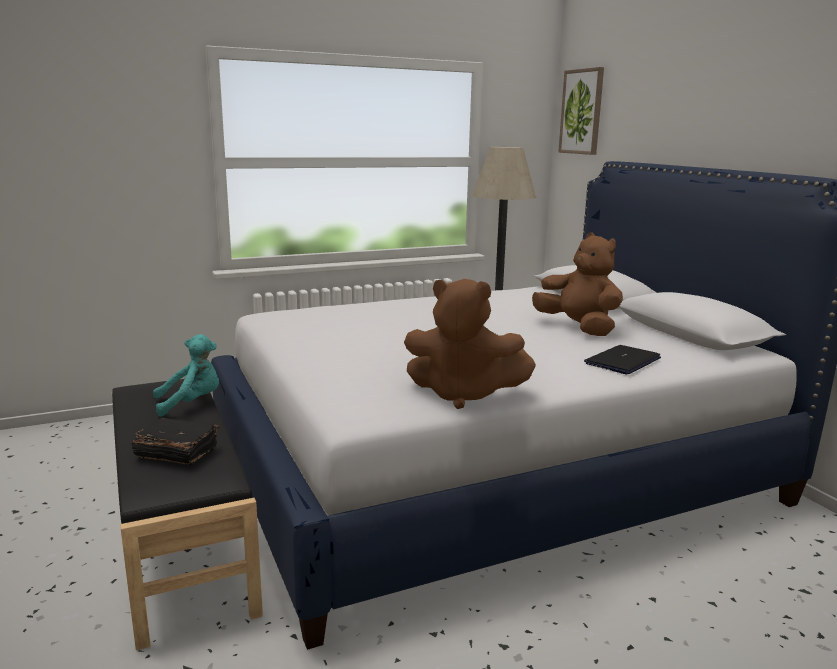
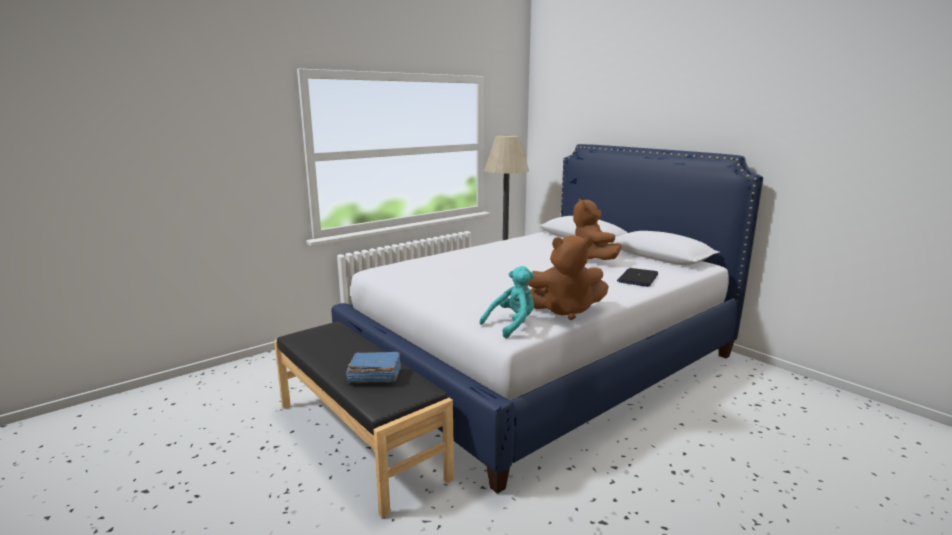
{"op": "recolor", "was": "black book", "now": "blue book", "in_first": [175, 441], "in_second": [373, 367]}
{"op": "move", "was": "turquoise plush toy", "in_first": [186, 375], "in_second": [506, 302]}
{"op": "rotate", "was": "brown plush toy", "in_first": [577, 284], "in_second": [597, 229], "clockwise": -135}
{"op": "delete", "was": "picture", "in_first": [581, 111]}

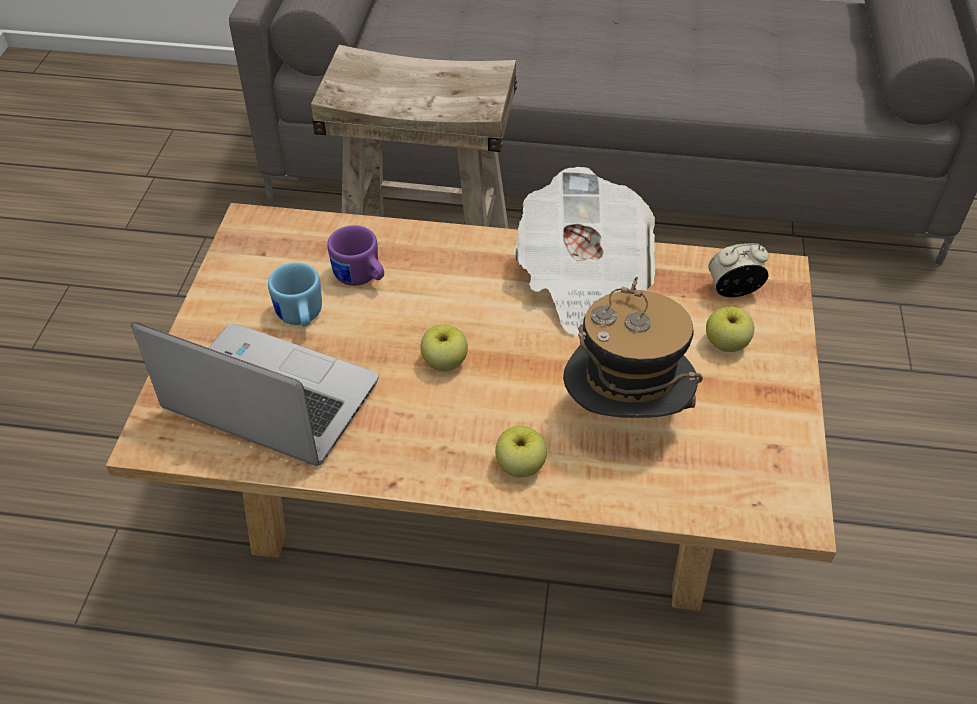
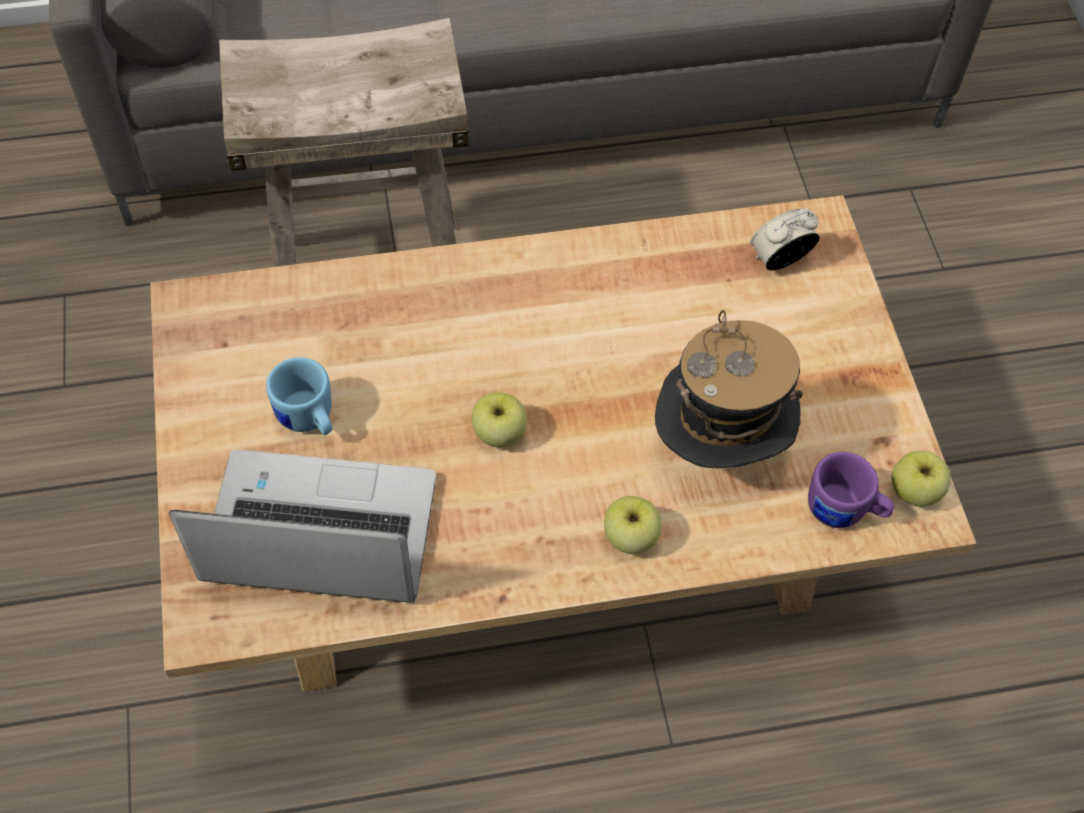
{"op": "move", "was": "purple mug", "in_first": [355, 255], "in_second": [851, 490]}
{"op": "delete", "was": "newspaper", "in_first": [584, 251]}
{"op": "move", "was": "apple", "in_first": [730, 329], "in_second": [921, 479]}

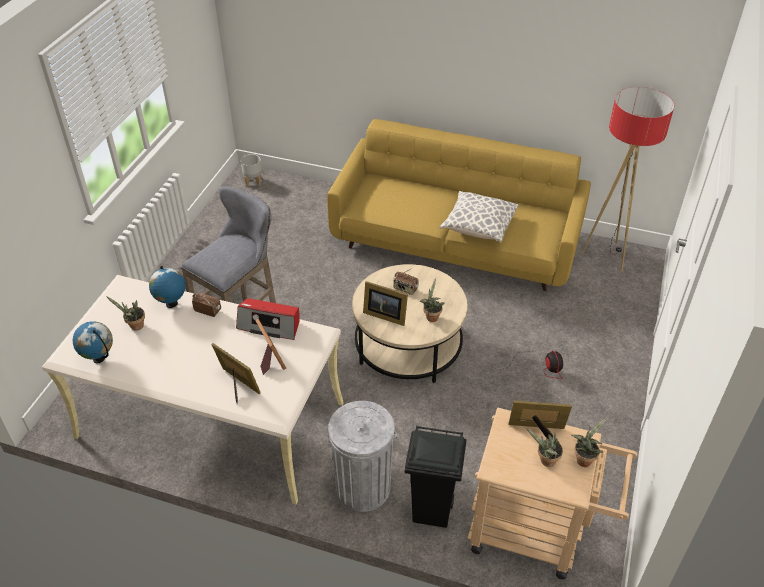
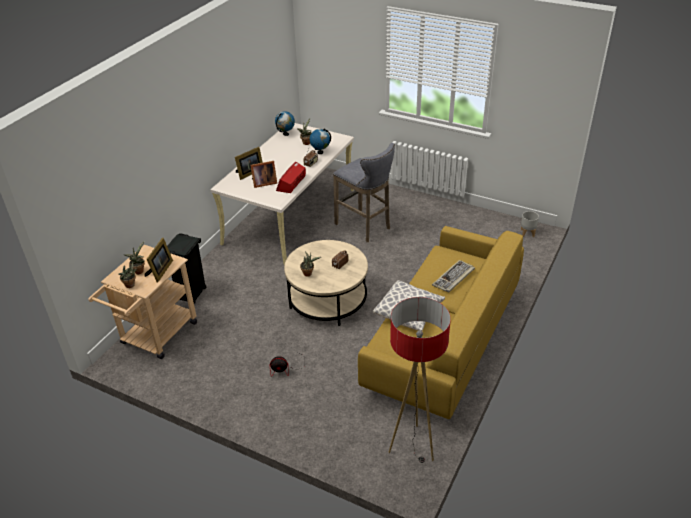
{"op": "delete", "was": "grey trash can", "in_first": [362, 456]}
{"op": "delete", "was": "picture frame", "in_first": [385, 303]}
{"op": "insert", "now": "keyboard", "in_second": [453, 276]}

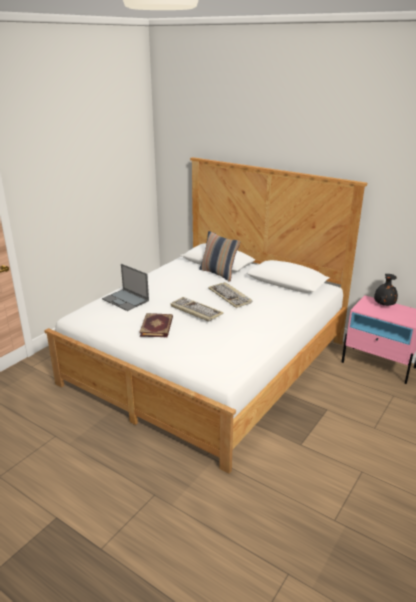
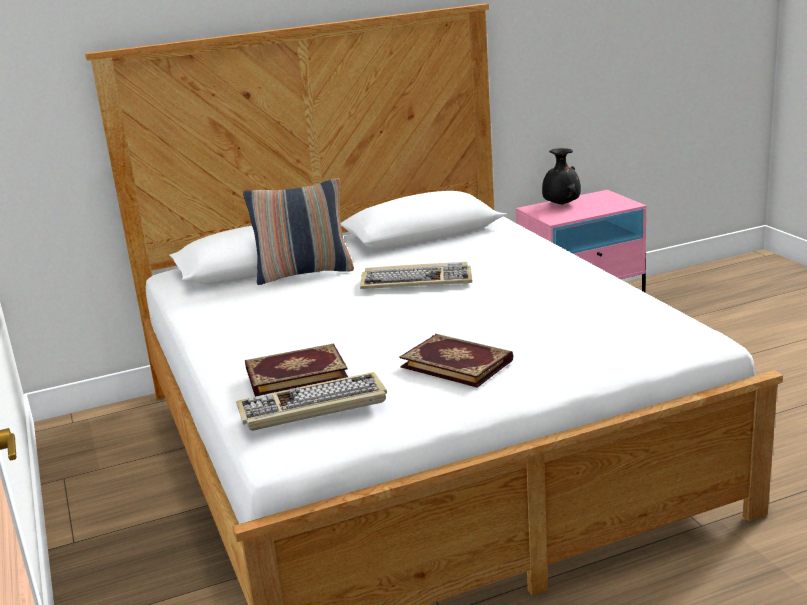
{"op": "replace", "was": "laptop", "now": "book", "in_first": [125, 287], "in_second": [296, 370]}
{"op": "move", "was": "keyboard", "in_first": [197, 309], "in_second": [311, 401]}

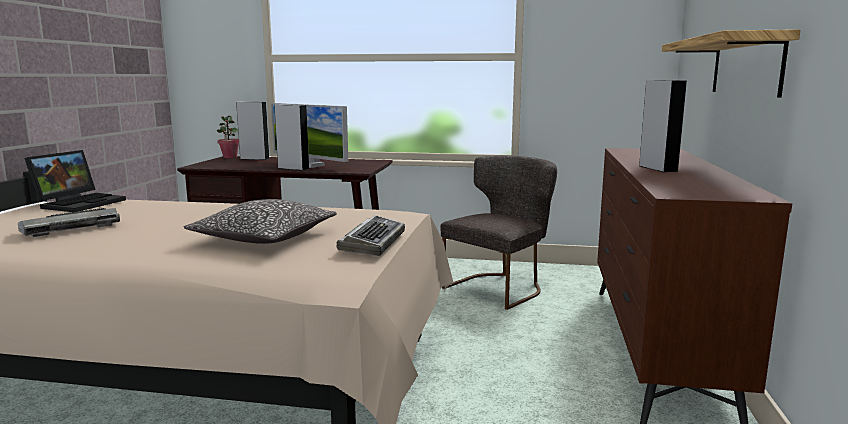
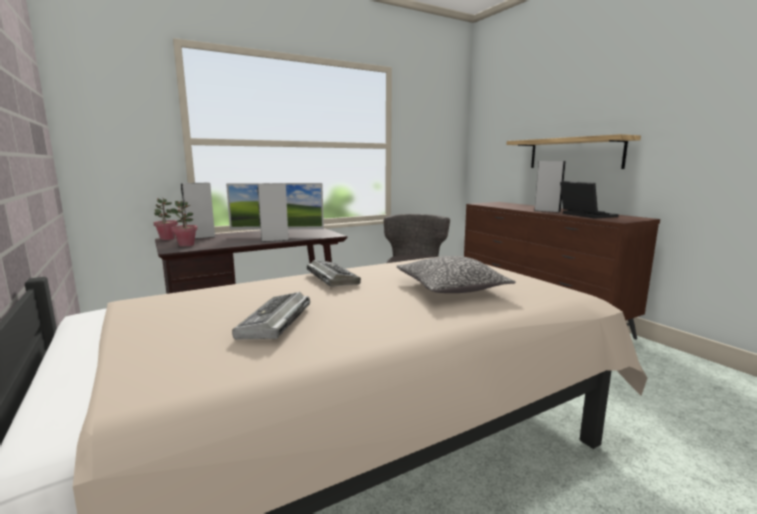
{"op": "move", "was": "laptop", "in_first": [75, 181], "in_second": [589, 200]}
{"op": "move", "was": "keyboard", "in_first": [370, 235], "in_second": [334, 273]}
{"op": "insert", "now": "potted plant", "in_second": [183, 223]}

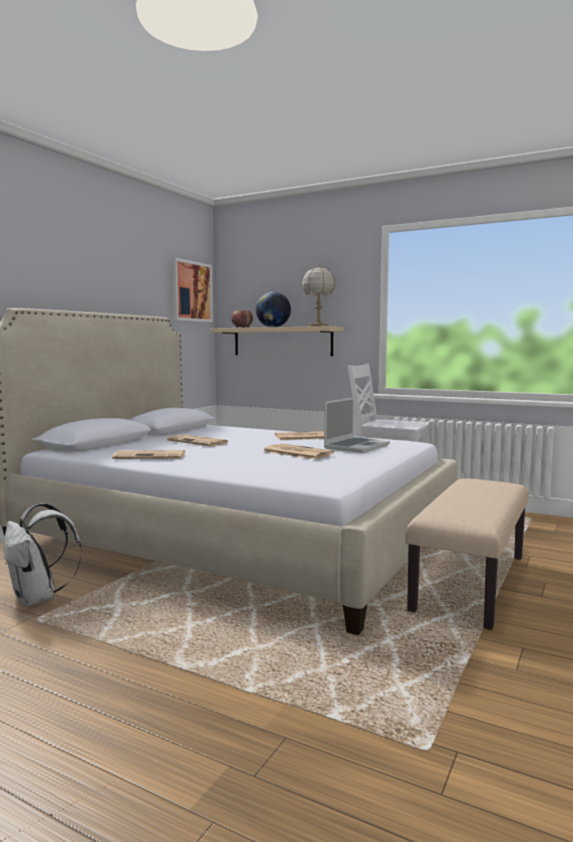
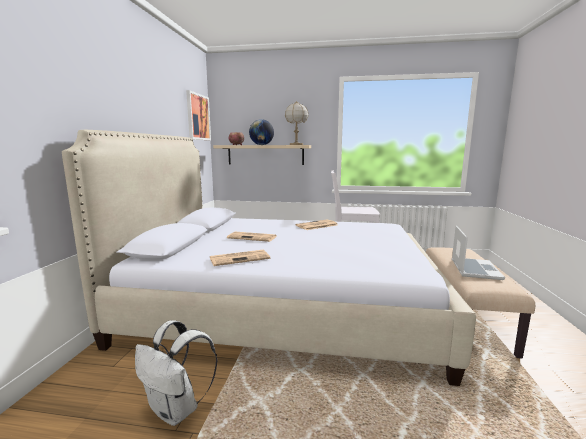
{"op": "delete", "was": "newspaper", "in_first": [298, 451]}
{"op": "move", "was": "laptop", "in_first": [357, 425], "in_second": [478, 253]}

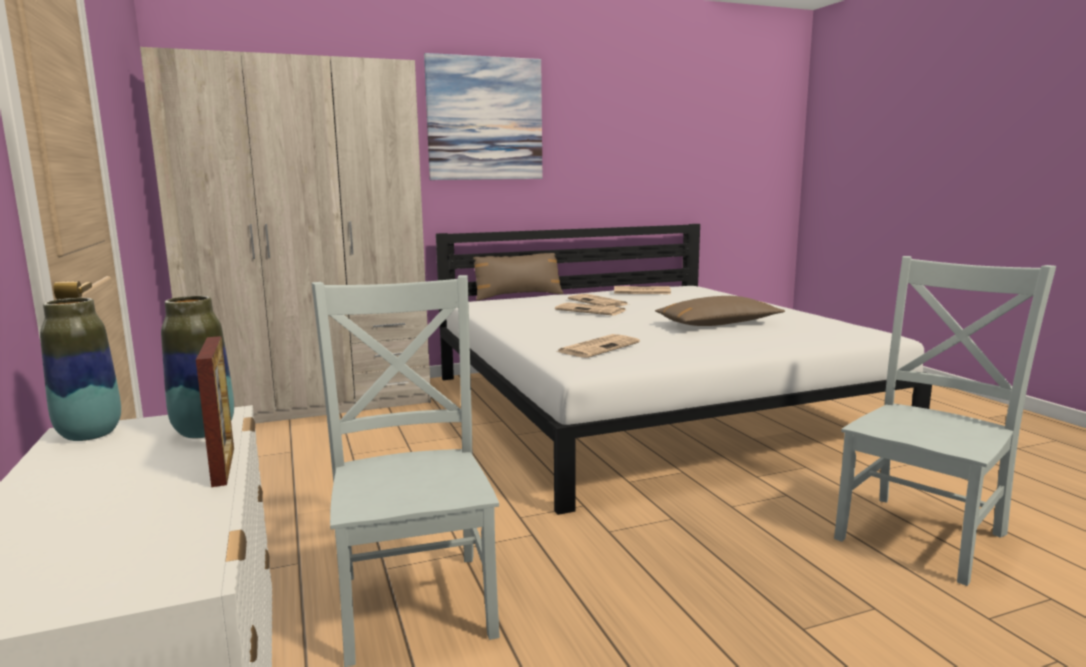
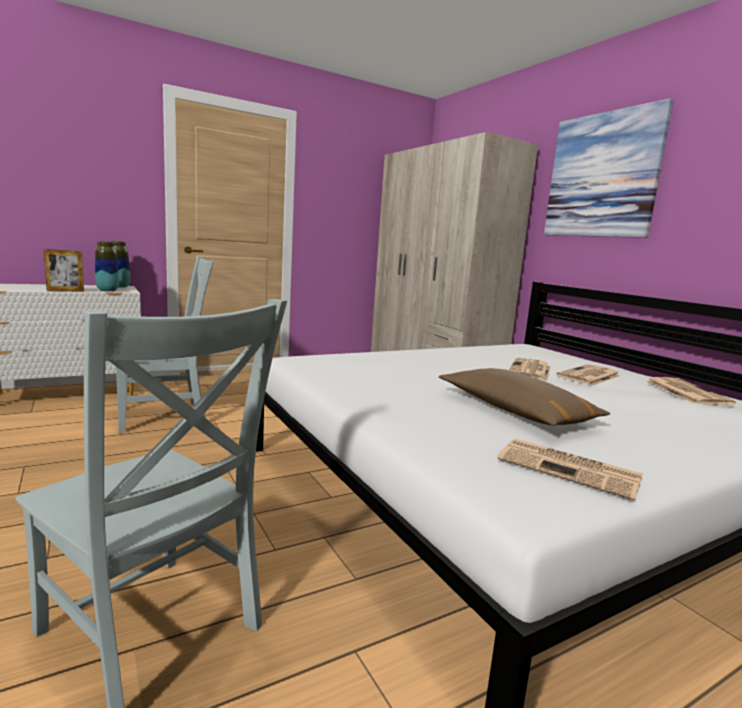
{"op": "delete", "was": "brown pillow", "in_first": [518, 277]}
{"op": "move", "was": "newspaper", "in_first": [598, 346], "in_second": [570, 469]}

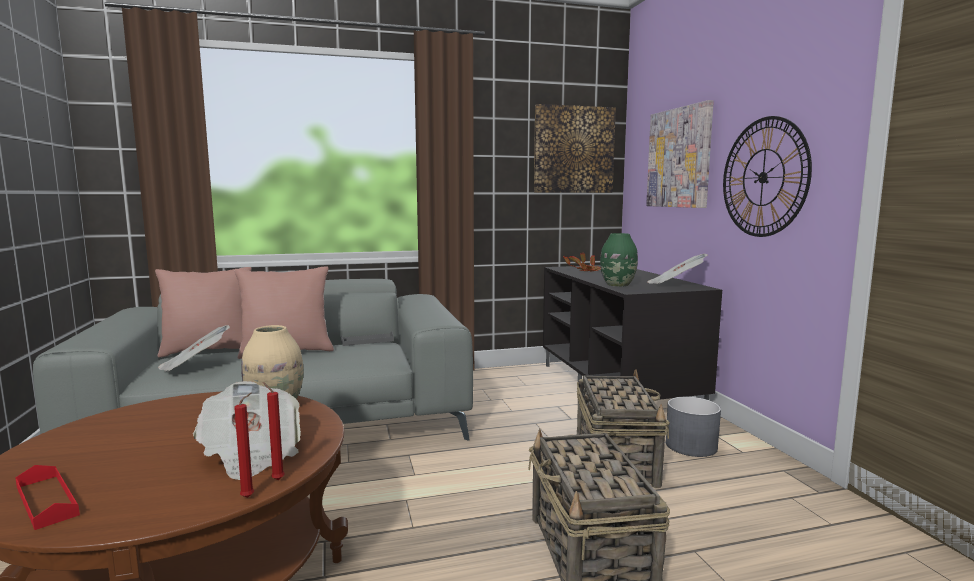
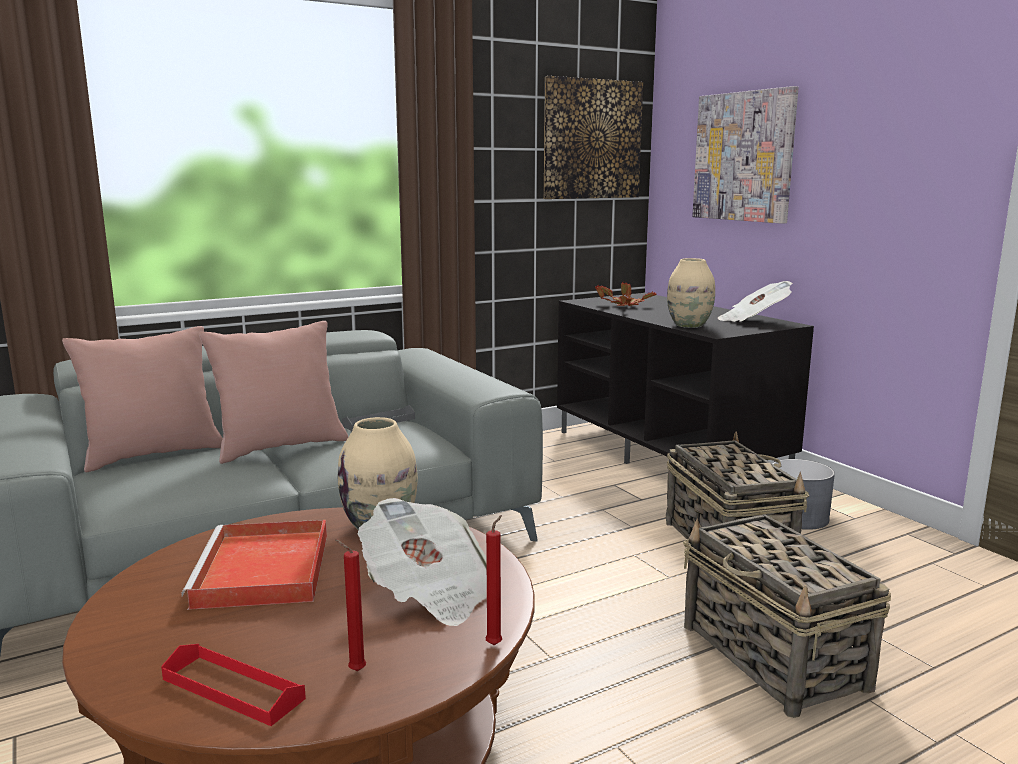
{"op": "delete", "was": "newspaper", "in_first": [194, 348]}
{"op": "move", "was": "red candle", "in_first": [274, 431], "in_second": [350, 605]}
{"op": "recolor", "was": "green vase", "now": "beige vase", "in_first": [619, 260], "in_second": [691, 293]}
{"op": "delete", "was": "wall clock", "in_first": [767, 176]}
{"op": "insert", "now": "red tray", "in_second": [254, 565]}

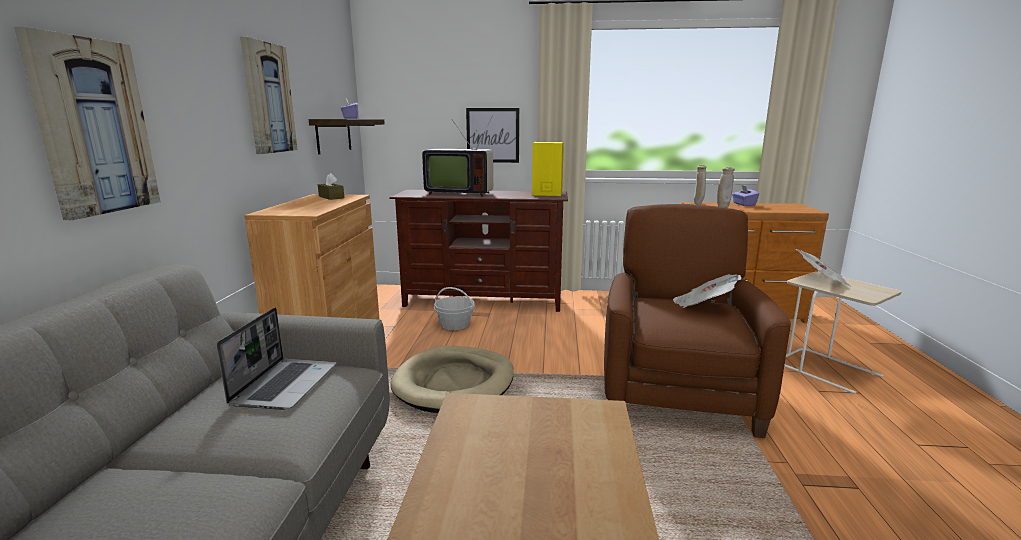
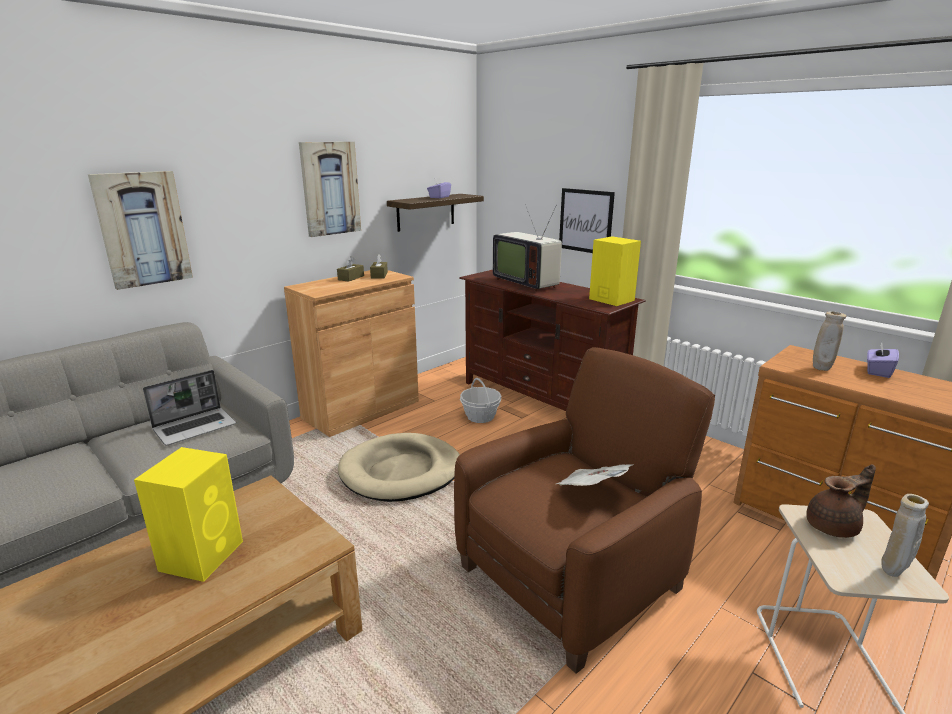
{"op": "move", "was": "beige vase", "in_first": [700, 184], "in_second": [905, 535]}
{"op": "replace", "was": "newspaper", "now": "brown teapot", "in_first": [824, 268], "in_second": [841, 501]}
{"op": "insert", "now": "yellow speaker", "in_second": [188, 514]}
{"op": "insert", "now": "brown tissue box", "in_second": [350, 269]}

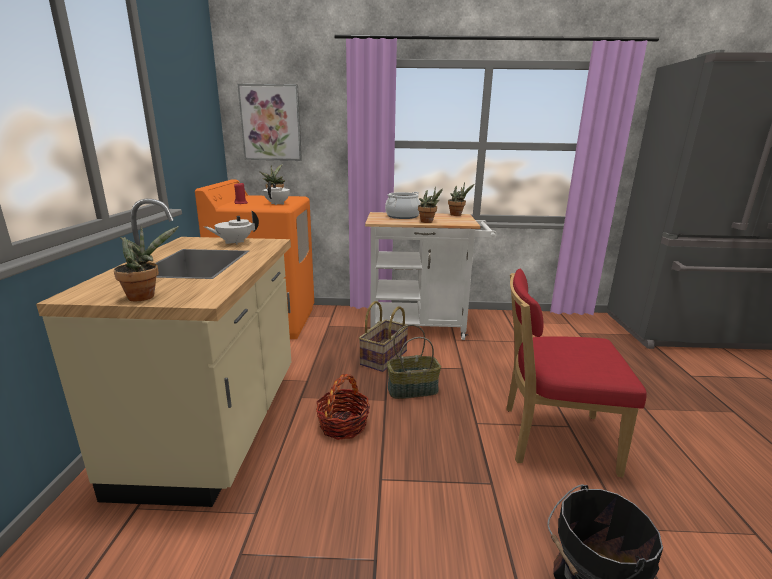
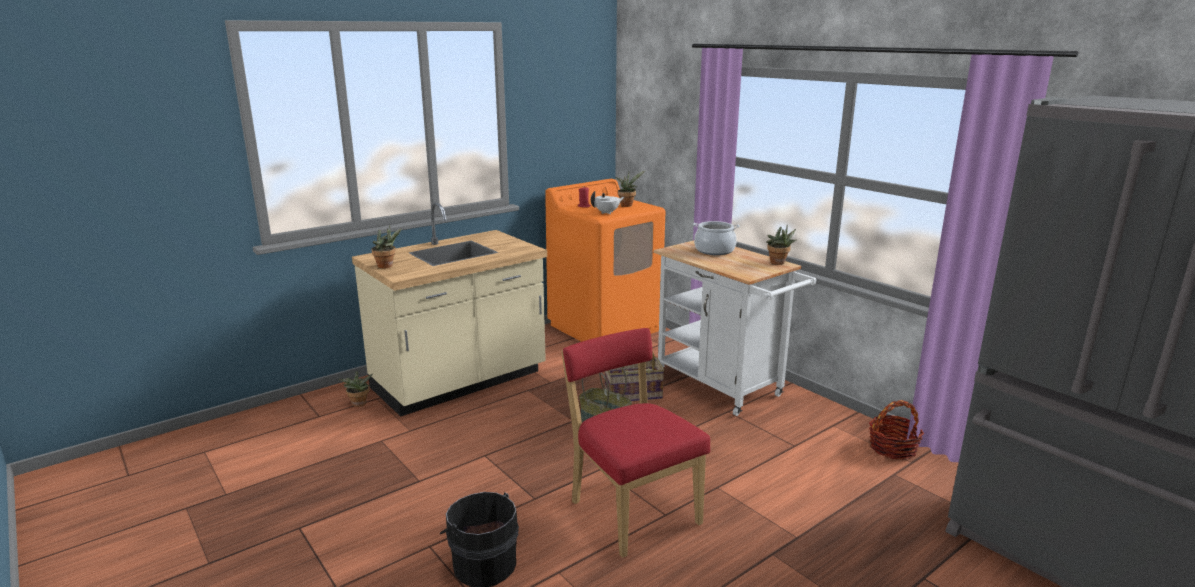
{"op": "delete", "was": "white teapot", "in_first": [231, 227]}
{"op": "delete", "was": "picture", "in_first": [269, 122]}
{"op": "move", "was": "basket", "in_first": [343, 407], "in_second": [896, 430]}
{"op": "move", "was": "potted plant", "in_first": [430, 204], "in_second": [356, 389]}

